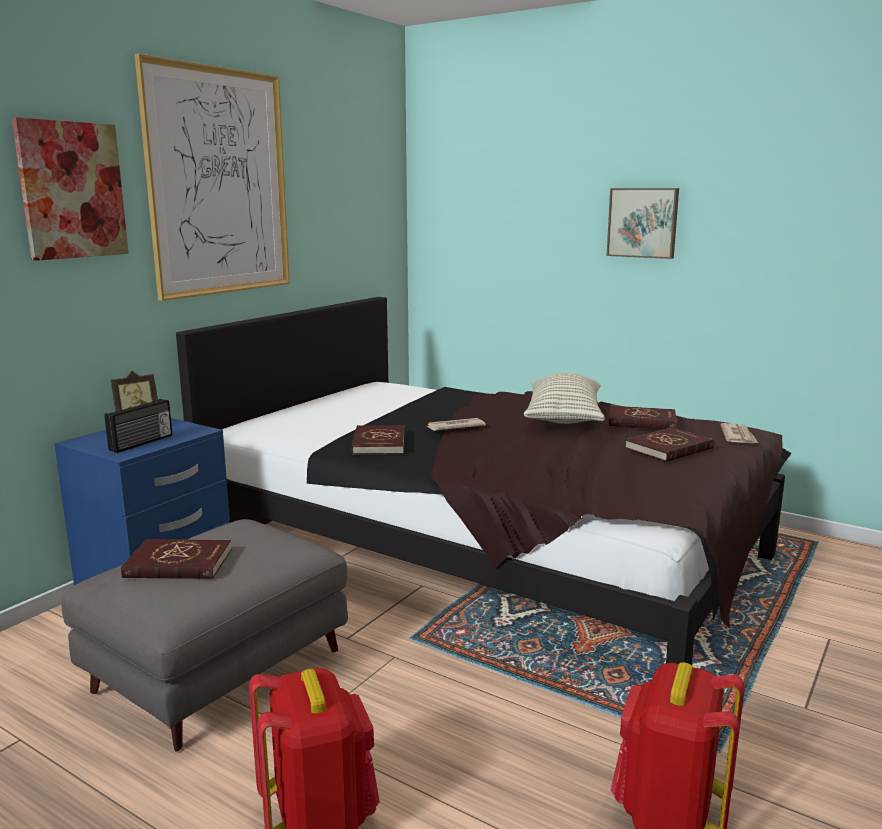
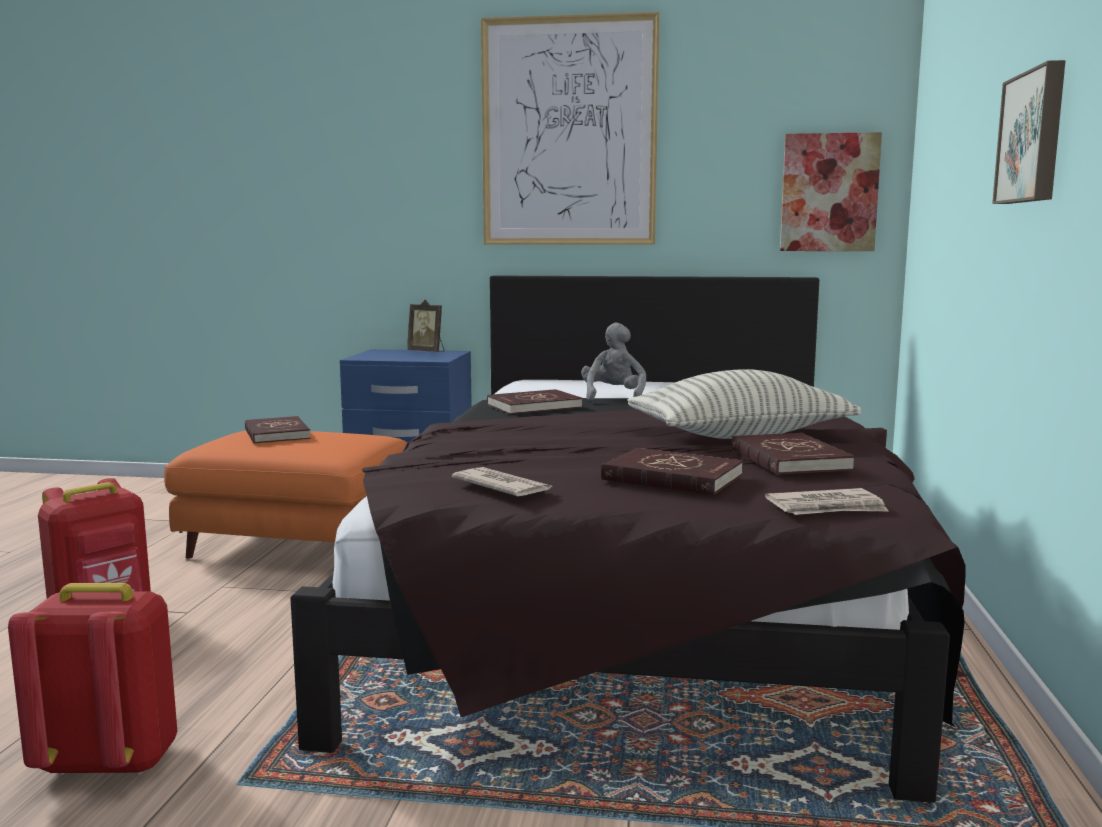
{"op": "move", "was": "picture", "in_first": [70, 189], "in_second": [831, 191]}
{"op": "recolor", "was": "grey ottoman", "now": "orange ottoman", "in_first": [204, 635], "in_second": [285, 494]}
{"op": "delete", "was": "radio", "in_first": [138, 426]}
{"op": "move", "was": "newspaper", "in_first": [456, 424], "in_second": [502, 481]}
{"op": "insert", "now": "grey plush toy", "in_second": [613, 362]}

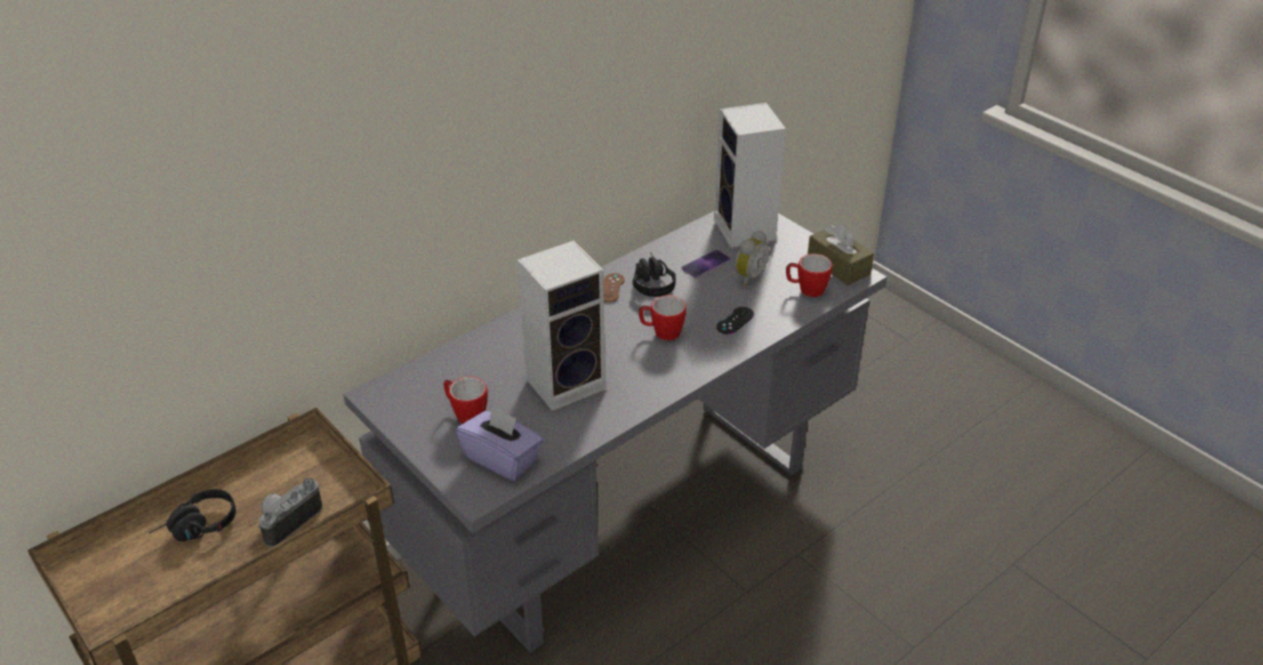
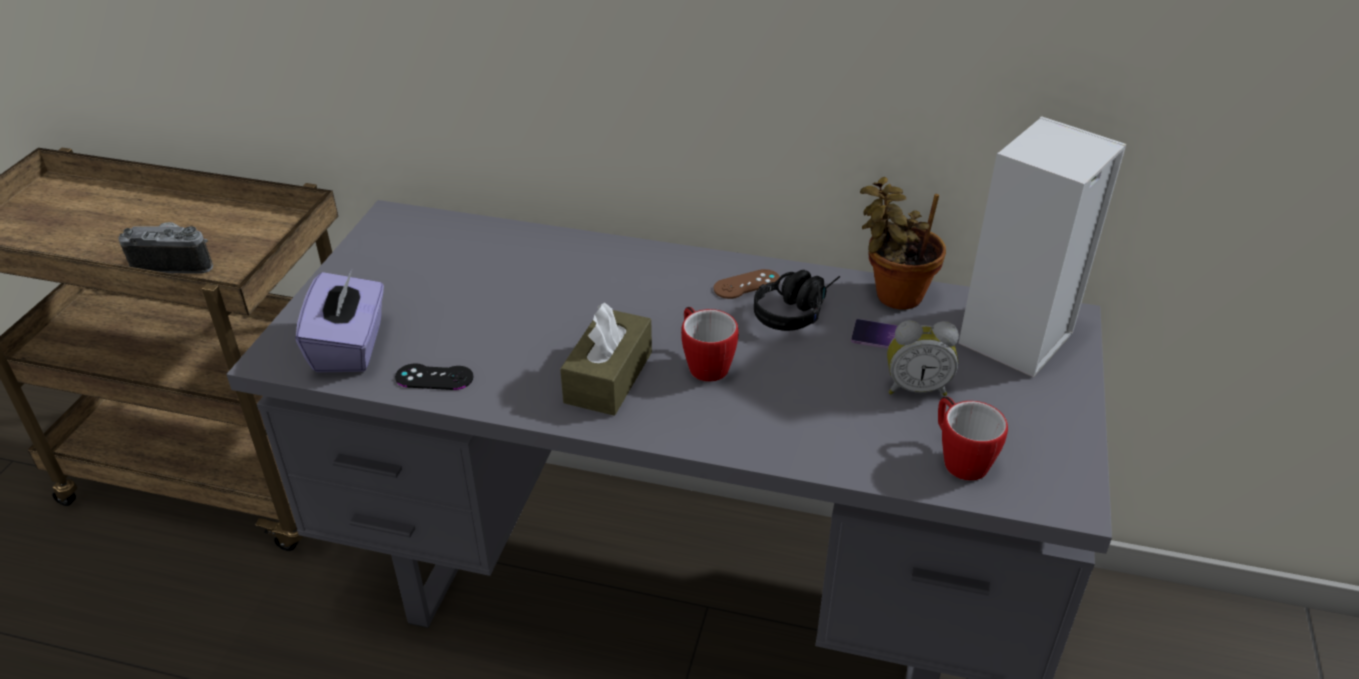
{"op": "delete", "was": "black headphones", "in_first": [192, 515]}
{"op": "delete", "was": "mug", "in_first": [466, 400]}
{"op": "delete", "was": "speaker", "in_first": [561, 325]}
{"op": "move", "was": "black game controller", "in_first": [735, 320], "in_second": [434, 376]}
{"op": "move", "was": "brown tissue box", "in_first": [840, 254], "in_second": [606, 359]}
{"op": "insert", "now": "potted plant", "in_second": [903, 243]}

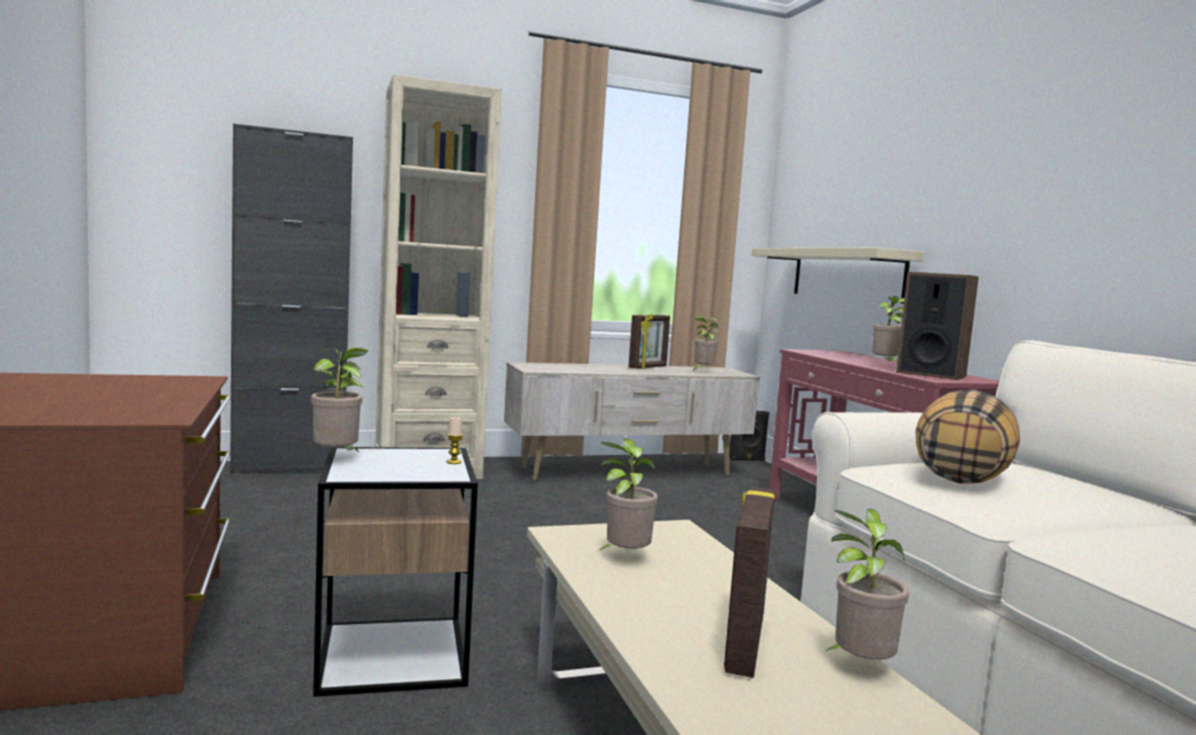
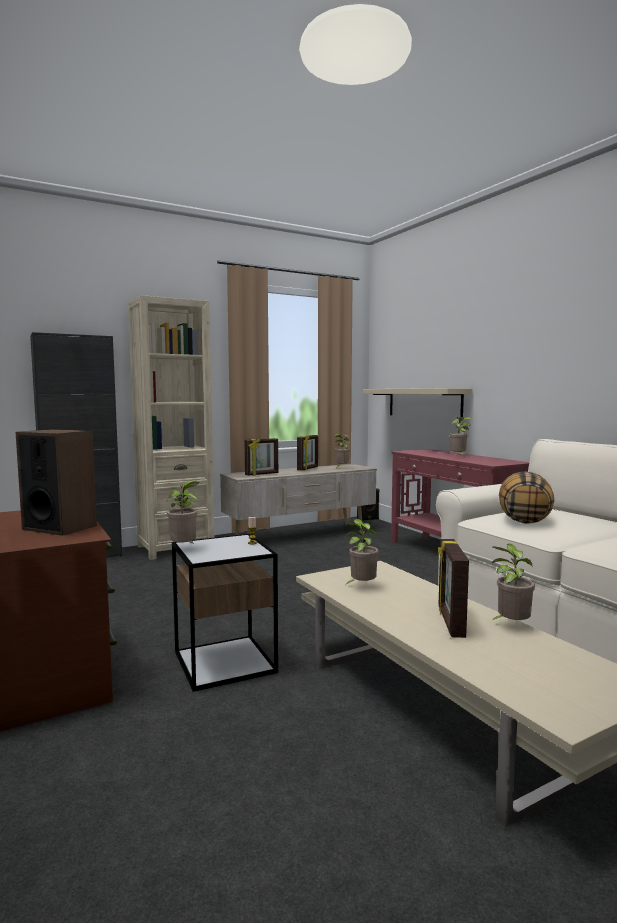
{"op": "move", "was": "speaker", "in_first": [937, 326], "in_second": [56, 482]}
{"op": "insert", "now": "picture frame", "in_second": [261, 457]}

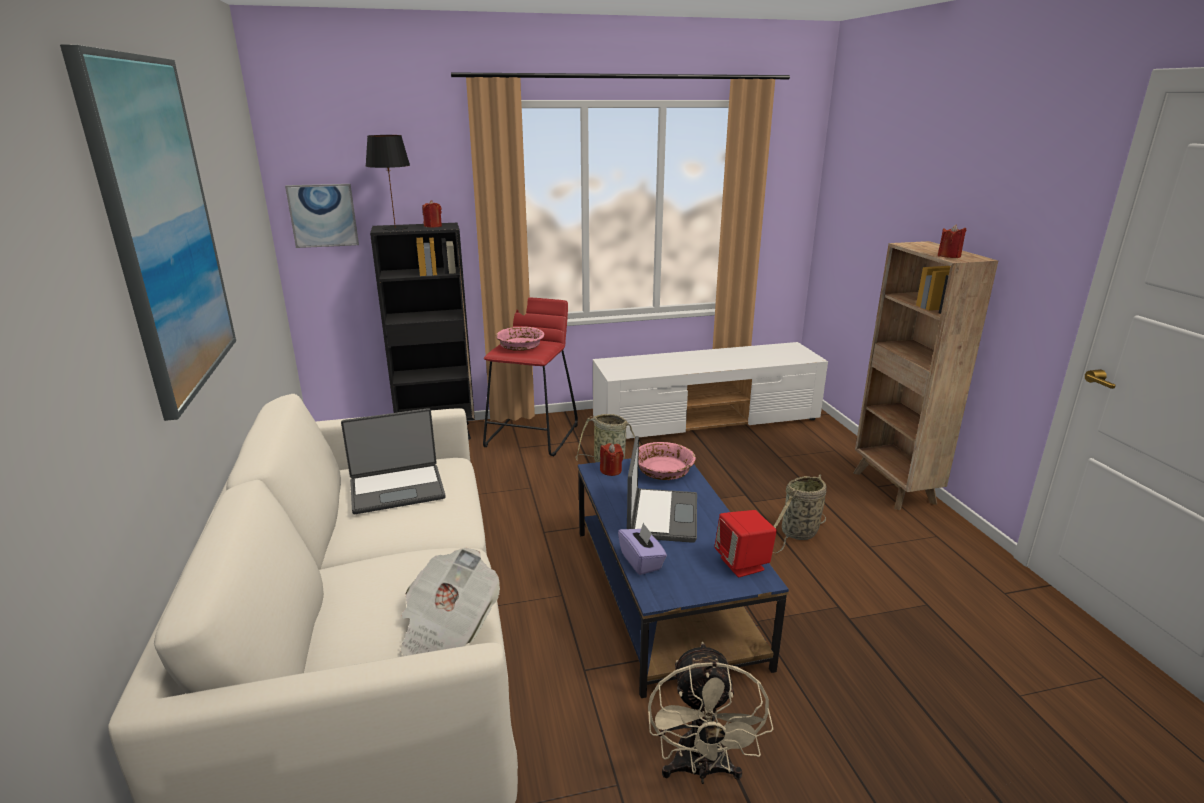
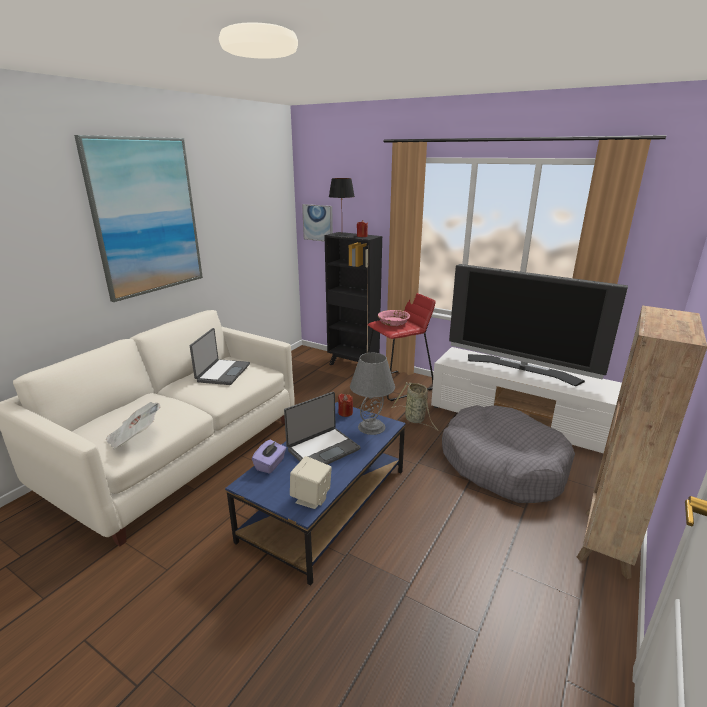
{"op": "rotate", "was": "laptop", "in_first": [393, 461], "in_second": [220, 356], "clockwise": -105}
{"op": "replace", "was": "pink bowl", "now": "grey table lamp", "in_first": [667, 461], "in_second": [372, 394]}
{"op": "delete", "was": "beige fan", "in_first": [710, 713]}
{"op": "recolor", "was": "red speaker", "now": "beige speaker", "in_first": [745, 544], "in_second": [311, 482]}
{"op": "delete", "was": "basket", "in_first": [799, 514]}
{"op": "delete", "was": "red candle", "in_first": [952, 241]}
{"op": "insert", "now": "grey dog bed", "in_second": [508, 454]}
{"op": "insert", "now": "television", "in_second": [538, 325]}

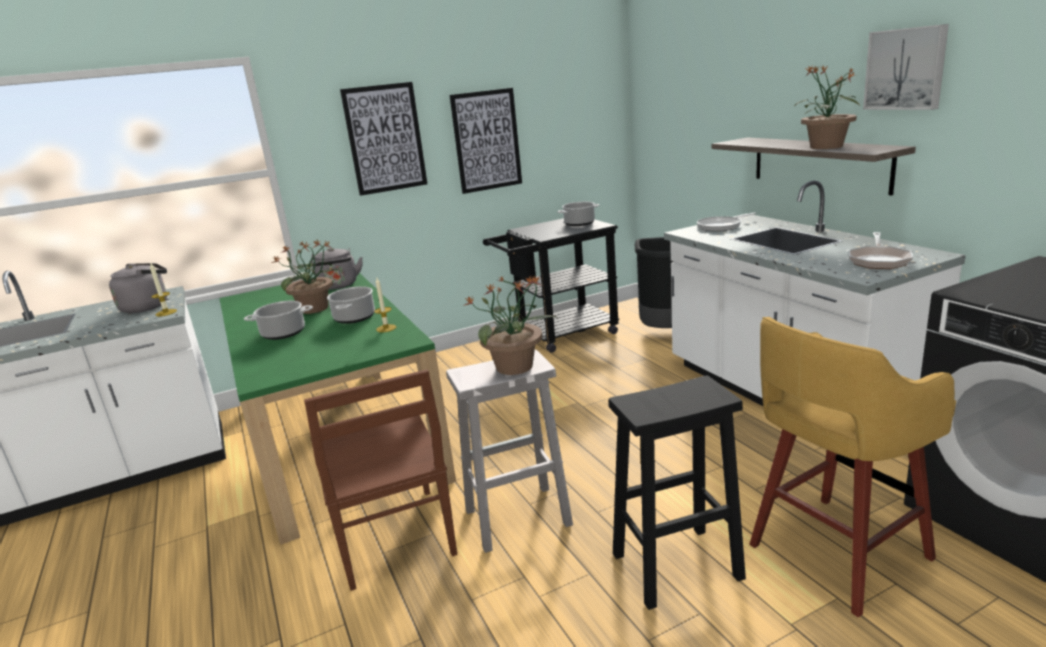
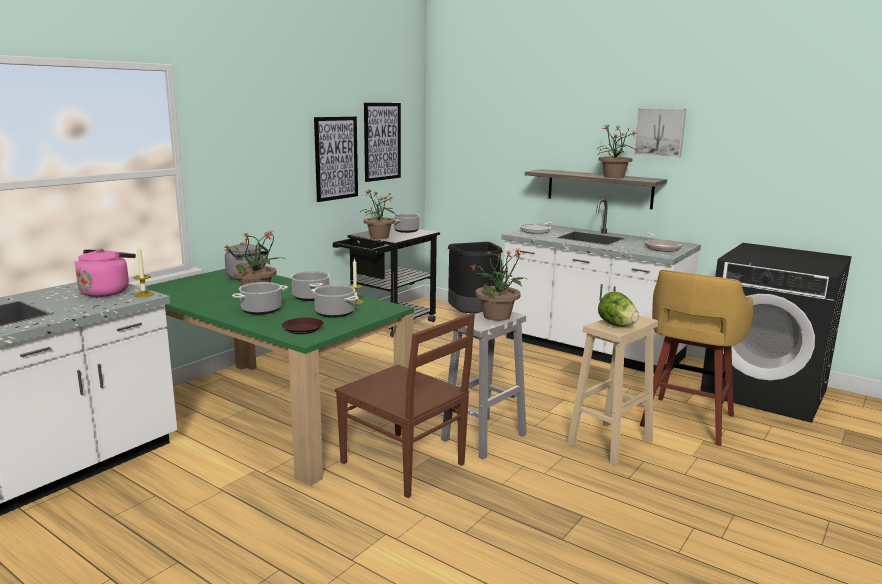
{"op": "recolor", "was": "grey kettle", "now": "pink kettle", "in_first": [138, 288], "in_second": [105, 273]}
{"op": "move", "was": "picture", "in_first": [383, 139], "in_second": [382, 142]}
{"op": "recolor", "was": "black stool", "now": "beige stool", "in_first": [677, 493], "in_second": [612, 390]}
{"op": "insert", "now": "brown plate", "in_second": [303, 326]}
{"op": "insert", "now": "cooking pot", "in_second": [335, 301]}
{"op": "insert", "now": "potted plant", "in_second": [378, 214]}
{"op": "insert", "now": "lettuce", "in_second": [618, 309]}

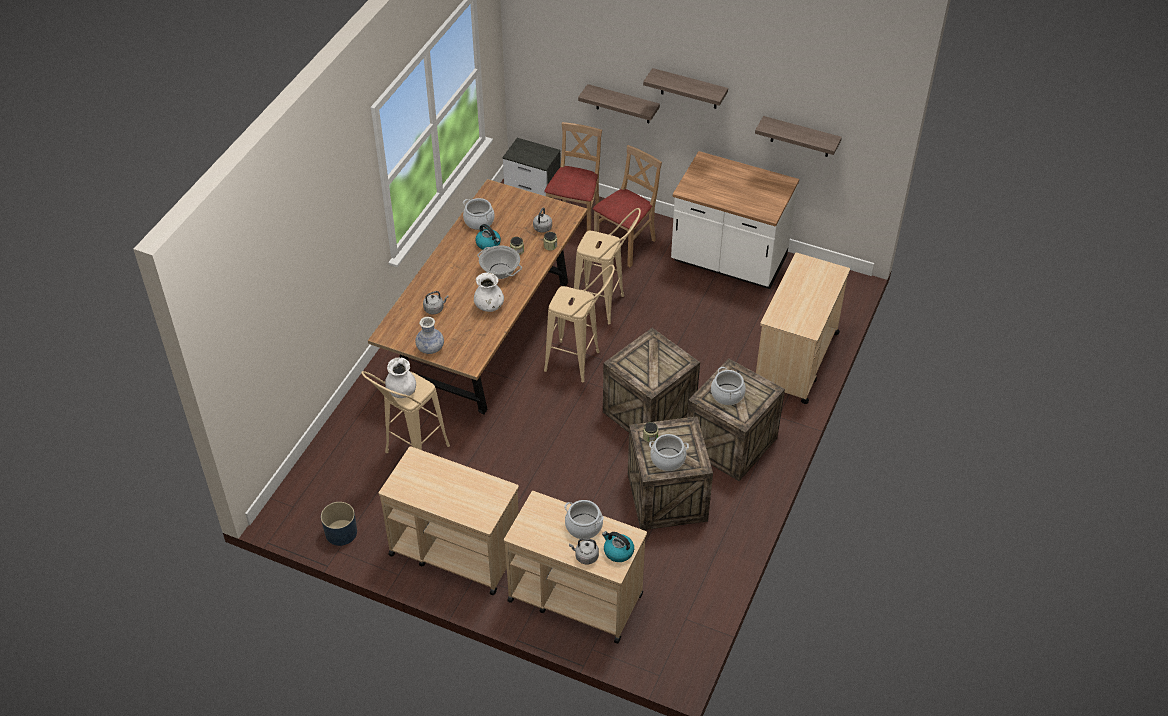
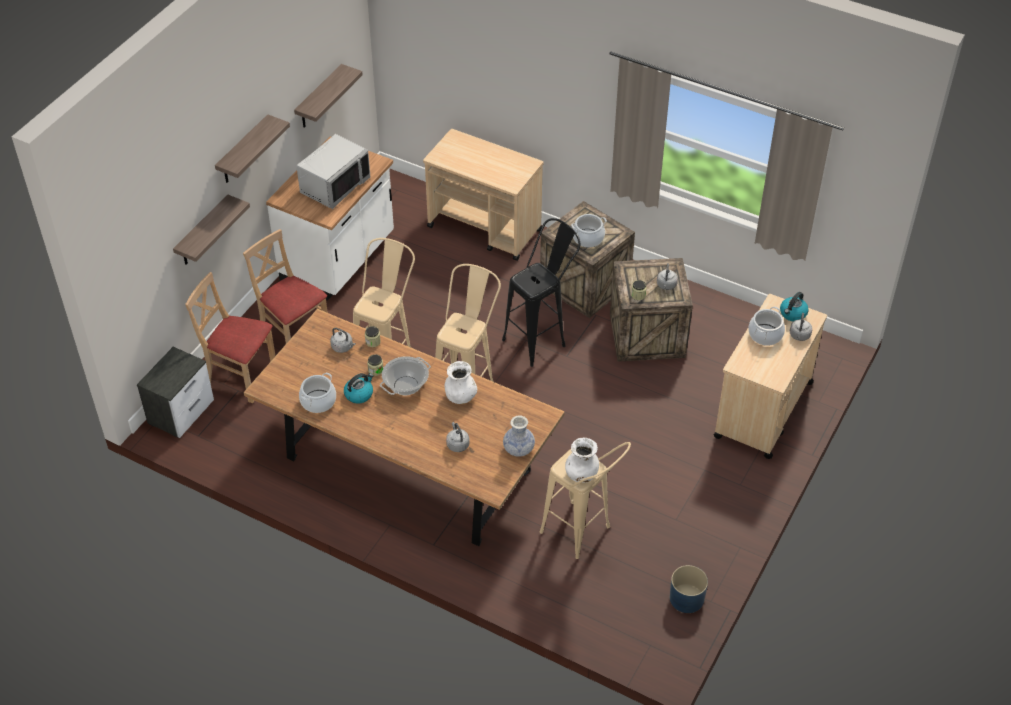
{"op": "delete", "was": "beige cart", "in_first": [449, 520]}
{"op": "replace", "was": "crate", "now": "black stool", "in_first": [651, 380], "in_second": [541, 292]}
{"op": "replace", "was": "cooking pot", "now": "grey kettle", "in_first": [669, 452], "in_second": [667, 276]}
{"op": "insert", "now": "grey microwave", "in_second": [333, 171]}

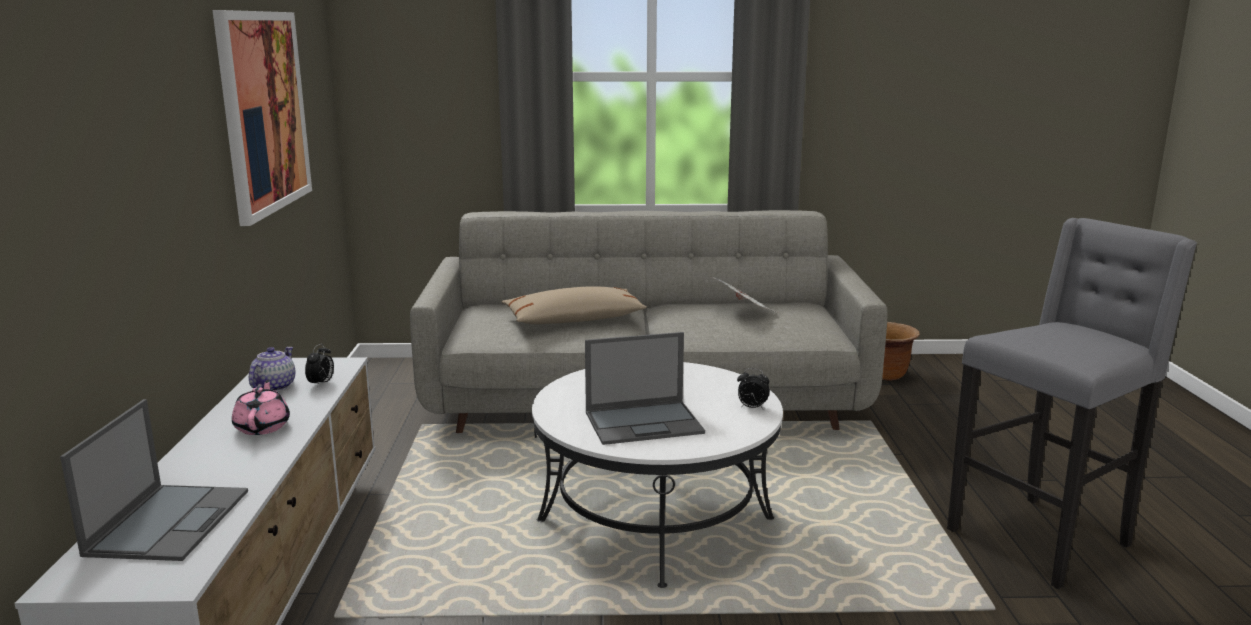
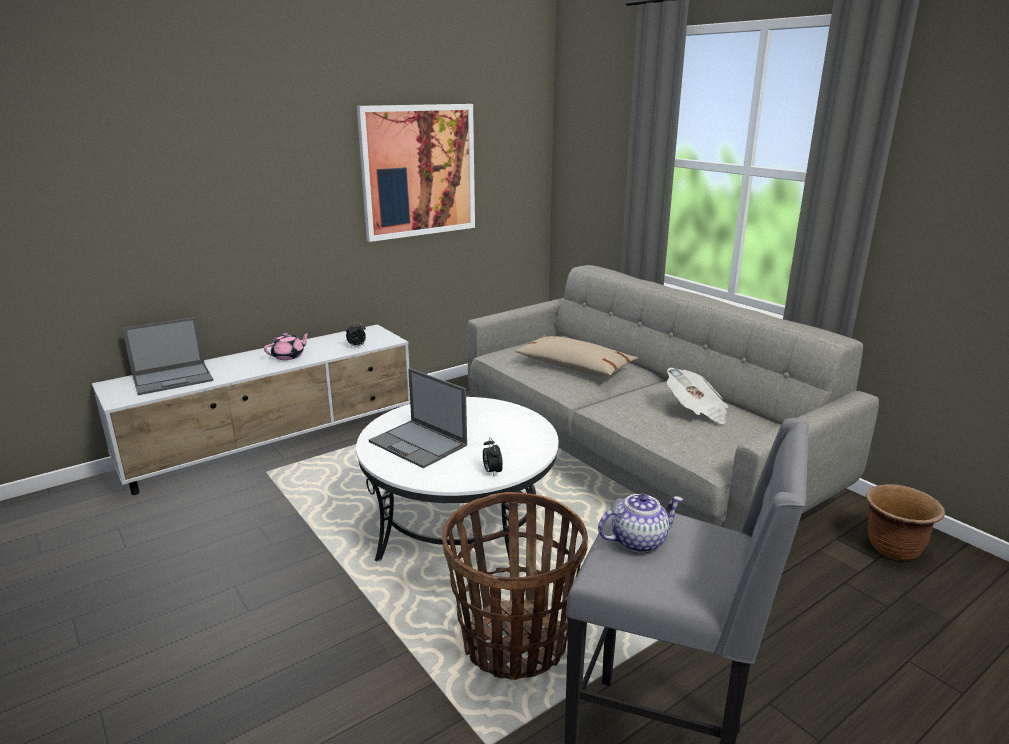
{"op": "move", "was": "teapot", "in_first": [272, 369], "in_second": [640, 523]}
{"op": "insert", "now": "basket", "in_second": [515, 586]}

